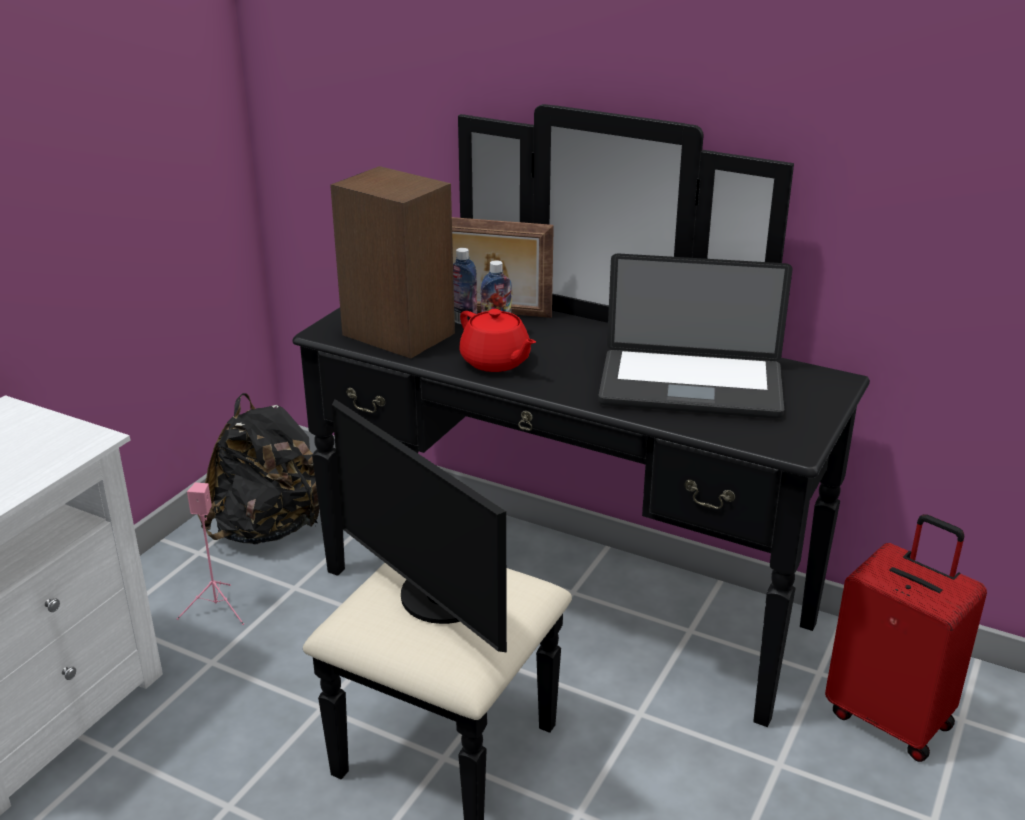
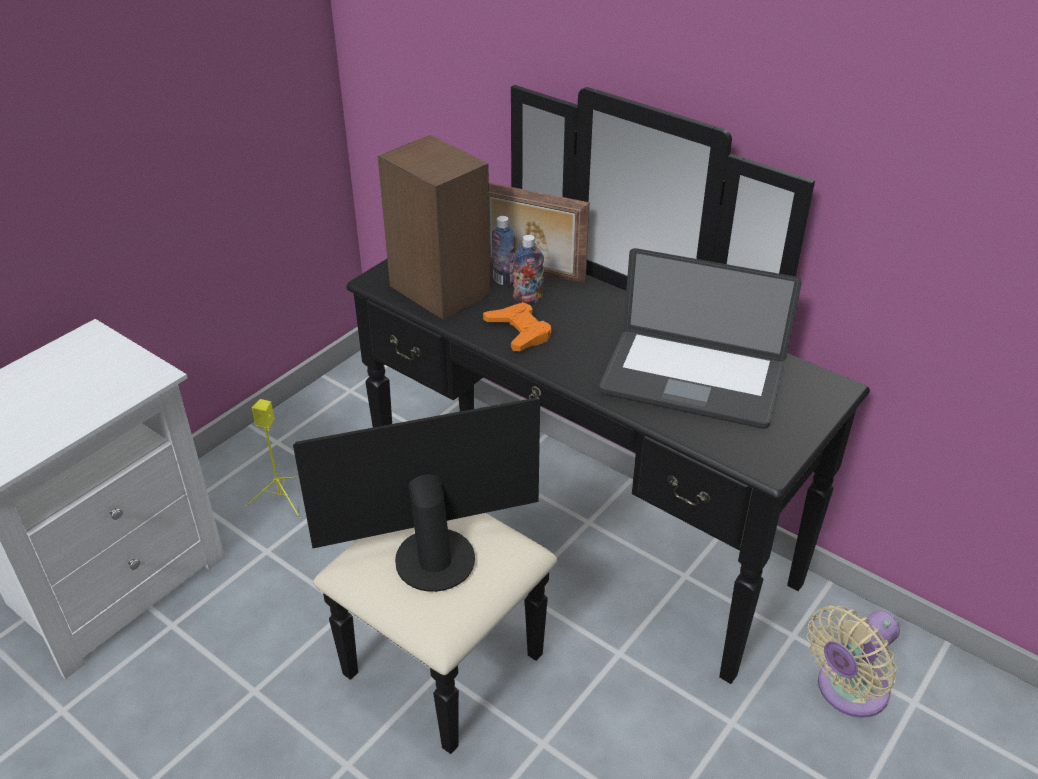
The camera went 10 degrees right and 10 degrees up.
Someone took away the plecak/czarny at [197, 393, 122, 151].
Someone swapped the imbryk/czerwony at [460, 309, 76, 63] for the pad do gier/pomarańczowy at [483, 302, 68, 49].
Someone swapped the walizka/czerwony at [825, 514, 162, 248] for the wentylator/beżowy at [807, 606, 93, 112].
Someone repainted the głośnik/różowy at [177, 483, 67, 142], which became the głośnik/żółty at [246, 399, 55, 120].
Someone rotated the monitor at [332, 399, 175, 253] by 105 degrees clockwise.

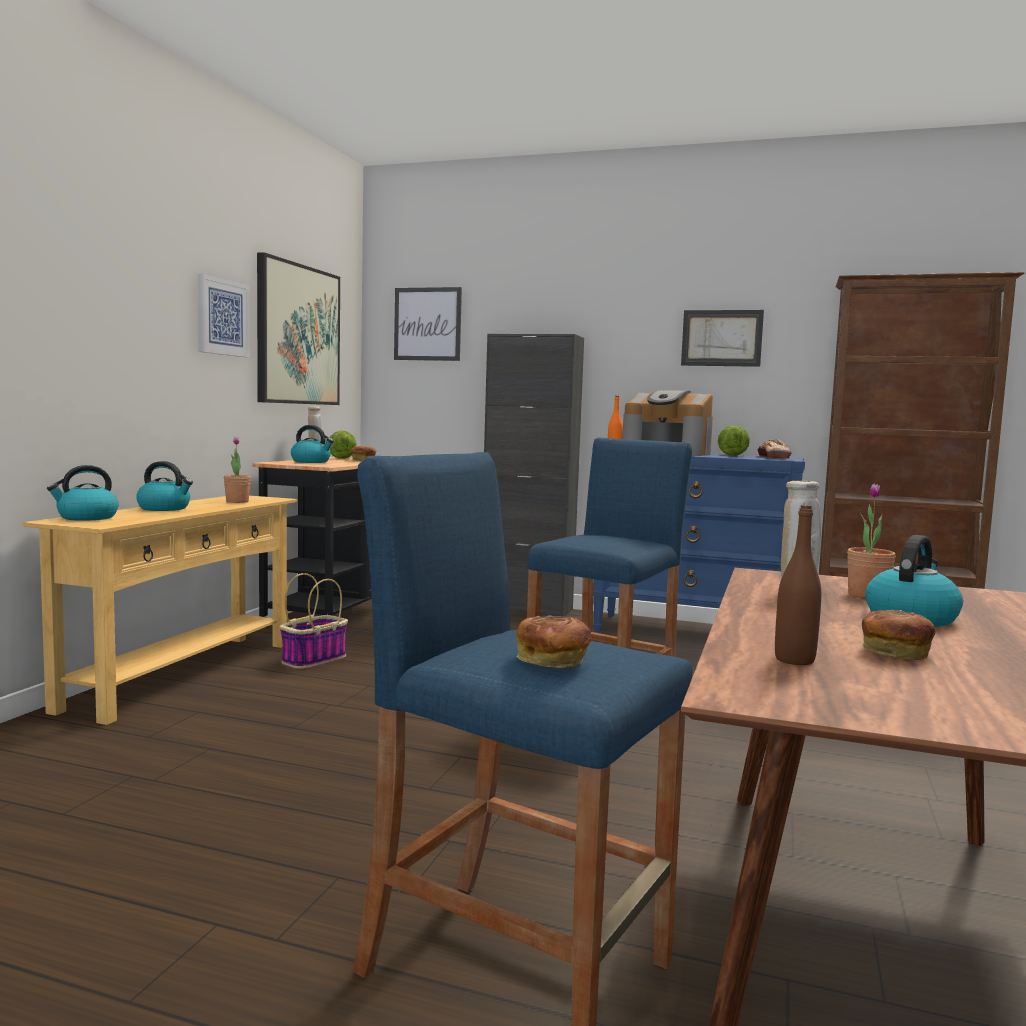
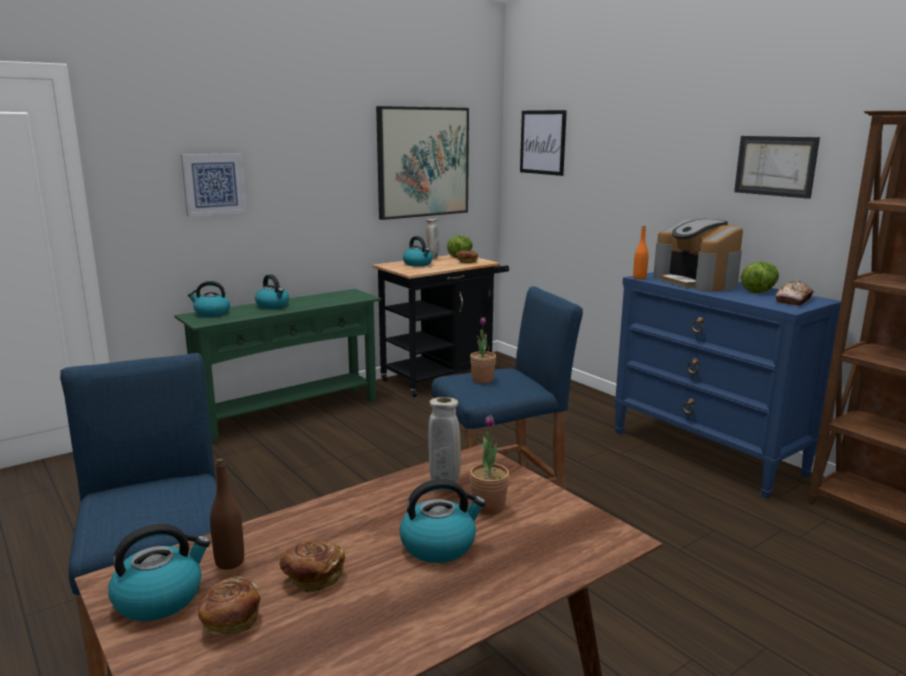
The camera went 35 degrees right and 10 degrees up.
Someone took away the koszyk at [280, 573, 68, 96].
Someone took away the szafka/czarny at [484, 334, 100, 283].
Someone put down the czajnik at [108, 523, 102, 98].
Someone carried the obraz from [198, 274, 52, 83] to [181, 153, 65, 64].
Someone carried the roślina doniczkowa from [224, 437, 27, 66] to [470, 317, 26, 66].
Someone carried the chleb from [516, 615, 76, 53] to [198, 576, 62, 59].
Someone repainted the stolik konsolowy/beżowy at [22, 496, 275, 229], which became the stolik konsolowy/zielony at [175, 289, 207, 153].

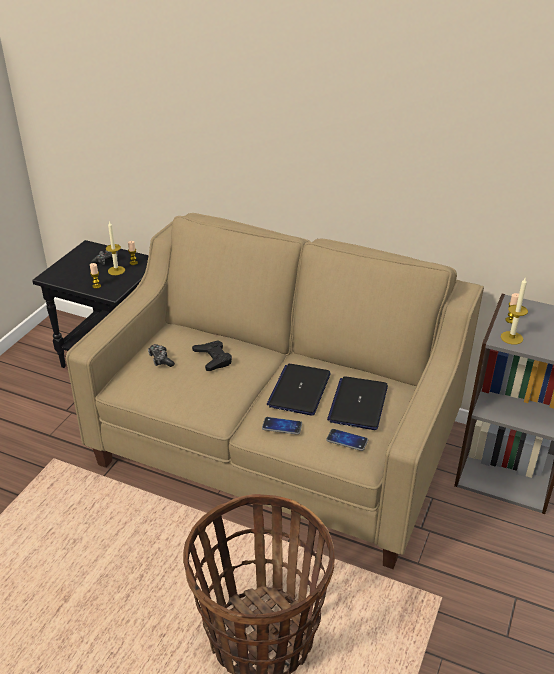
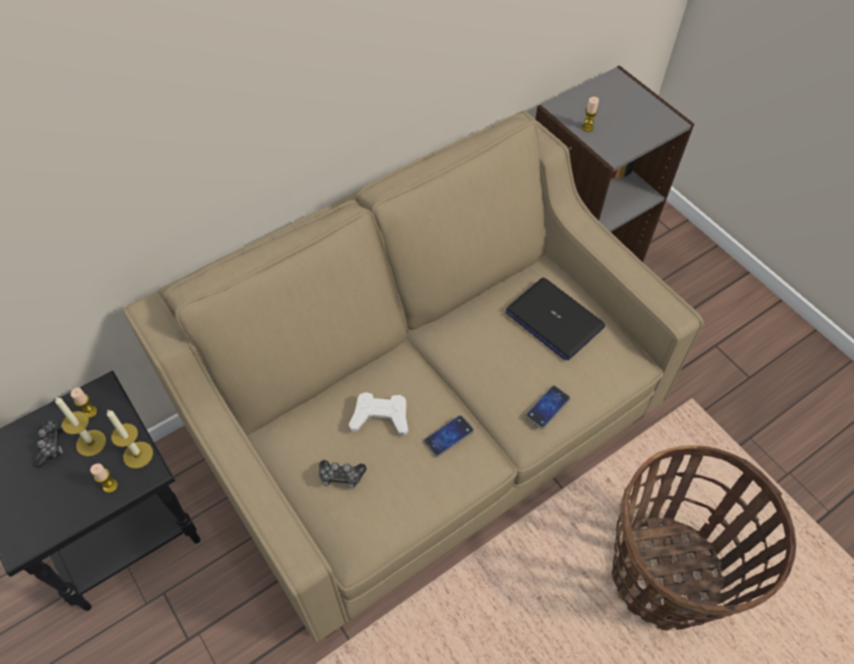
The camera went 60 degrees left and 20 degrees up.
Someone took away the laptop at [267, 364, 64, 52].
Someone carried the telefon from [326, 429, 42, 22] to [423, 415, 51, 42].
Someone carried the świeca from [501, 277, 27, 68] to [107, 409, 46, 60].
Someone repainted the pad do gier/czarny at [192, 341, 40, 30], which became the pad do gier/biały at [349, 392, 59, 44].

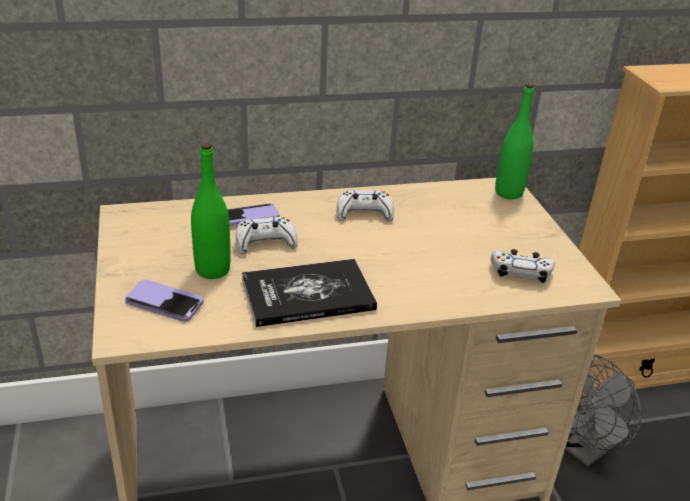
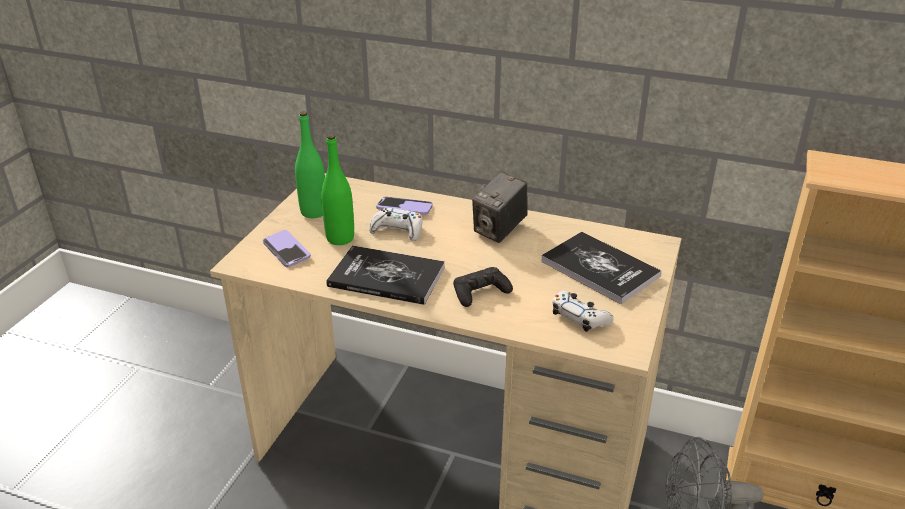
The camera went 35 degrees right and 0 degrees up.
Someone put down the pad do gier/czarny at [453, 267, 60, 40].
Someone put down the książka at [541, 232, 120, 72].
Someone carried the butelka/zielony from [495, 83, 39, 116] to [295, 111, 30, 107].
Someone swapped the pad do gier/biały at [336, 190, 58, 31] for the aparat fotograficzny at [472, 171, 56, 72].

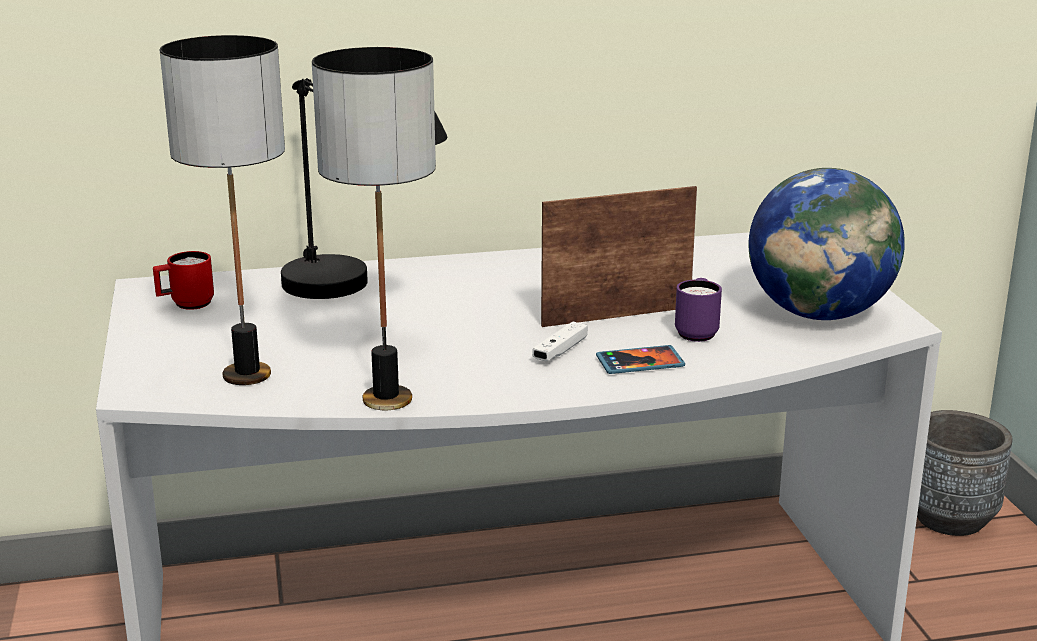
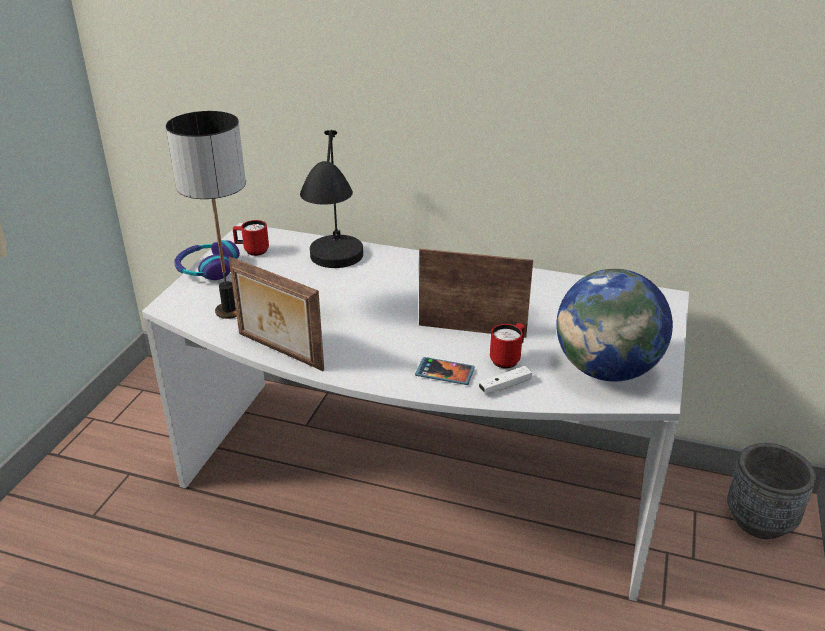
The camera went 30 degrees right and 10 degrees up.
Someone put down the słuchawki at [174, 240, 66, 40].
Someone carried the pad do gier/biały from [532, 322, 56, 39] to [479, 366, 53, 27].
Someone swapped the lampa stołowa at [312, 47, 124, 363] for the ramka na zdjęcie at [229, 256, 95, 115].
Someone repainted the kubek/fioletowy at [675, 278, 47, 64], which became the kubek/czerwony at [490, 323, 35, 45].

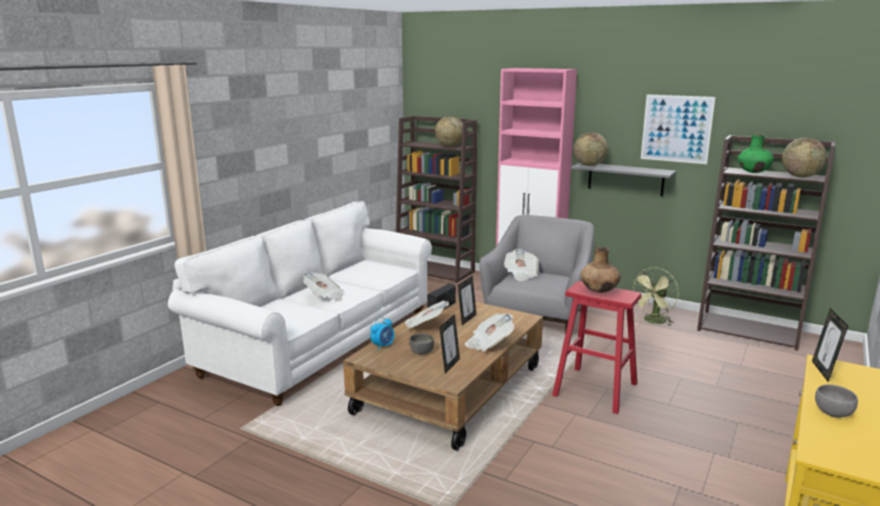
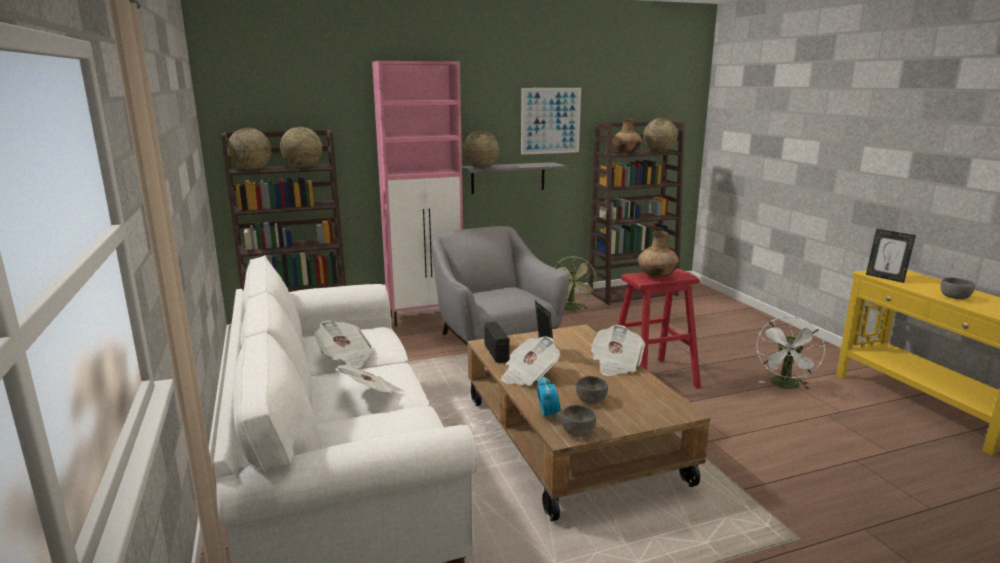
The camera went 50 degrees left and 0 degrees up.
Someone took away the ramka na zdjęcie at [439, 314, 21, 60].
Someone put down the globus at [227, 128, 45, 42].
Someone put down the miska/szary at [561, 405, 35, 32].
Someone put down the wentylator/biały at [756, 316, 69, 74].
Someone carried the gazeta from [504, 249, 35, 32] to [314, 320, 61, 48].
Someone repainted the wazon/zielony at [738, 134, 36, 39], which became the wazon/brązowy at [613, 119, 29, 34].

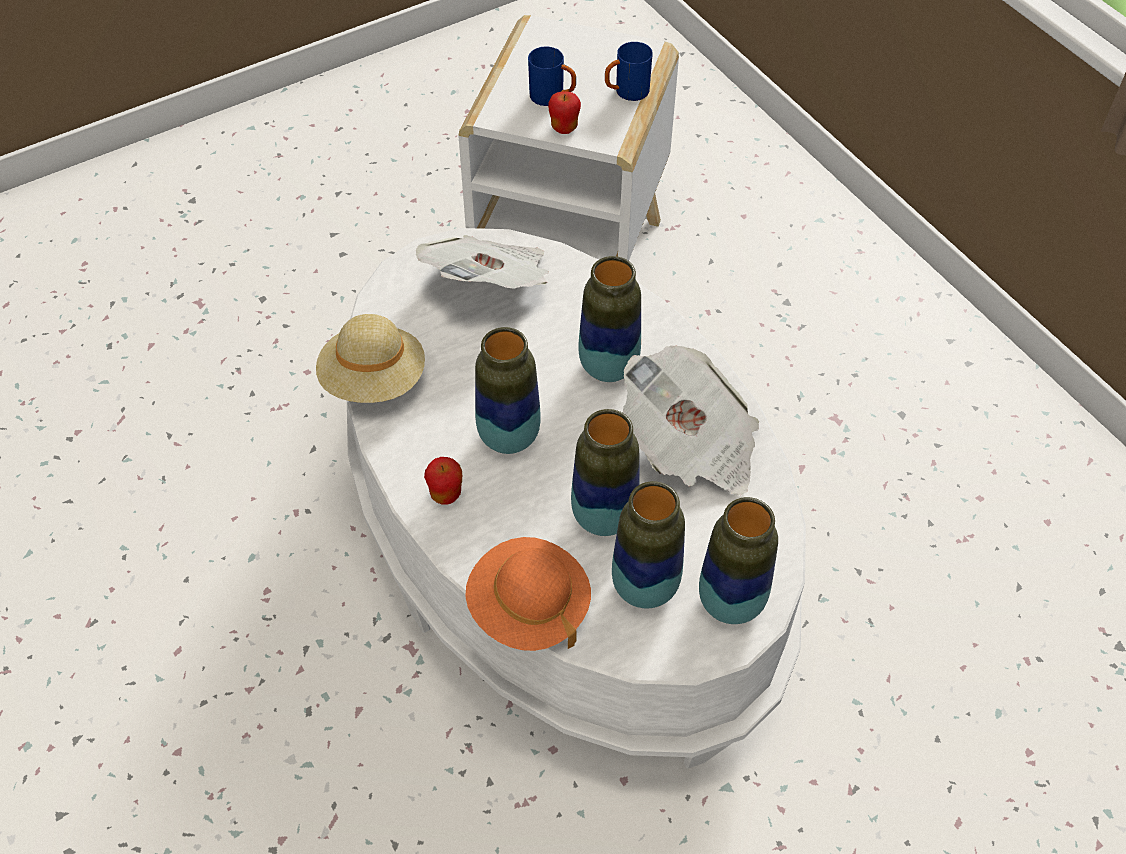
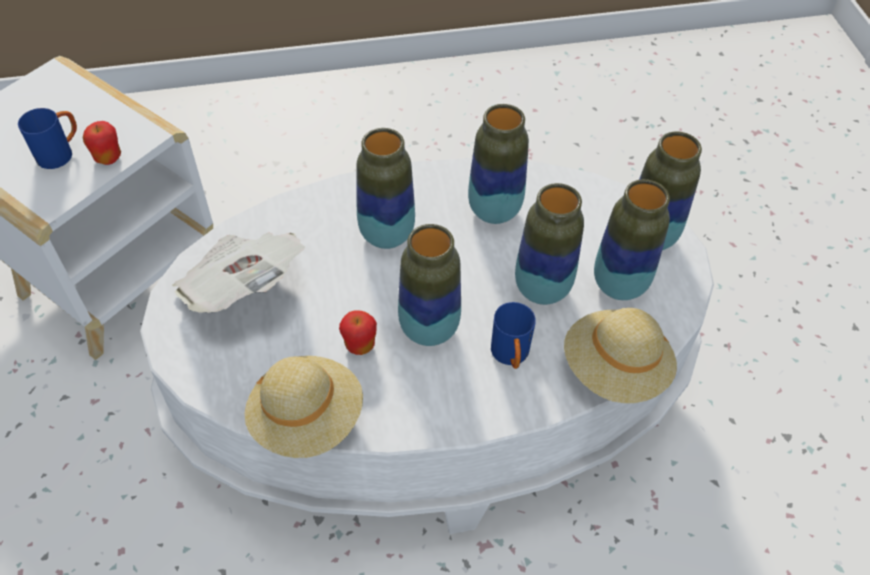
The camera went 70 degrees left and 0 degrees up.
Someone carried the jabłko from [424, 457, 38, 48] to [339, 310, 38, 45].
Someone carried the kubek/niebieski from [605, 42, 48, 59] to [491, 302, 45, 67].
Someone swapped the gazeta at [623, 346, 136, 149] for the wazon at [468, 104, 61, 120].
Someone repainted the kapelusz/pomarańczowy at [465, 537, 126, 114], which became the kapelusz/beżowy at [564, 308, 113, 95].

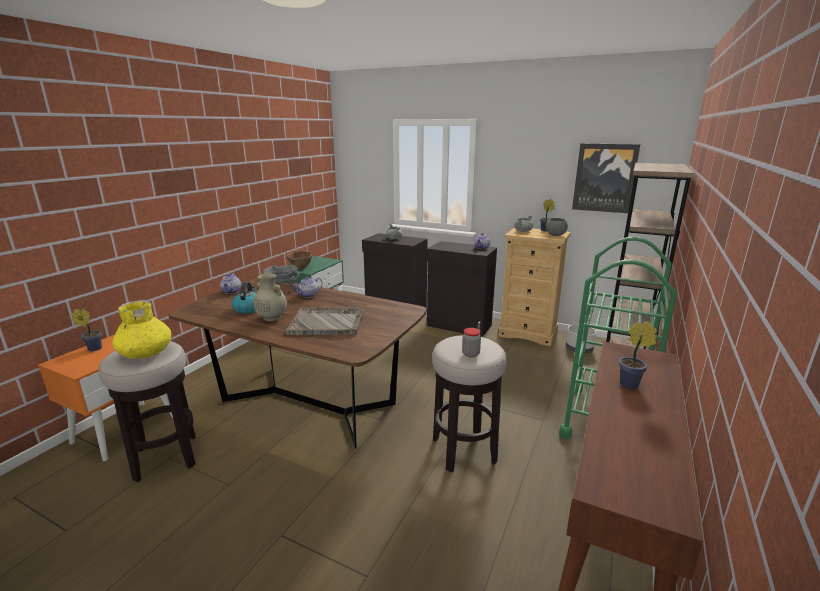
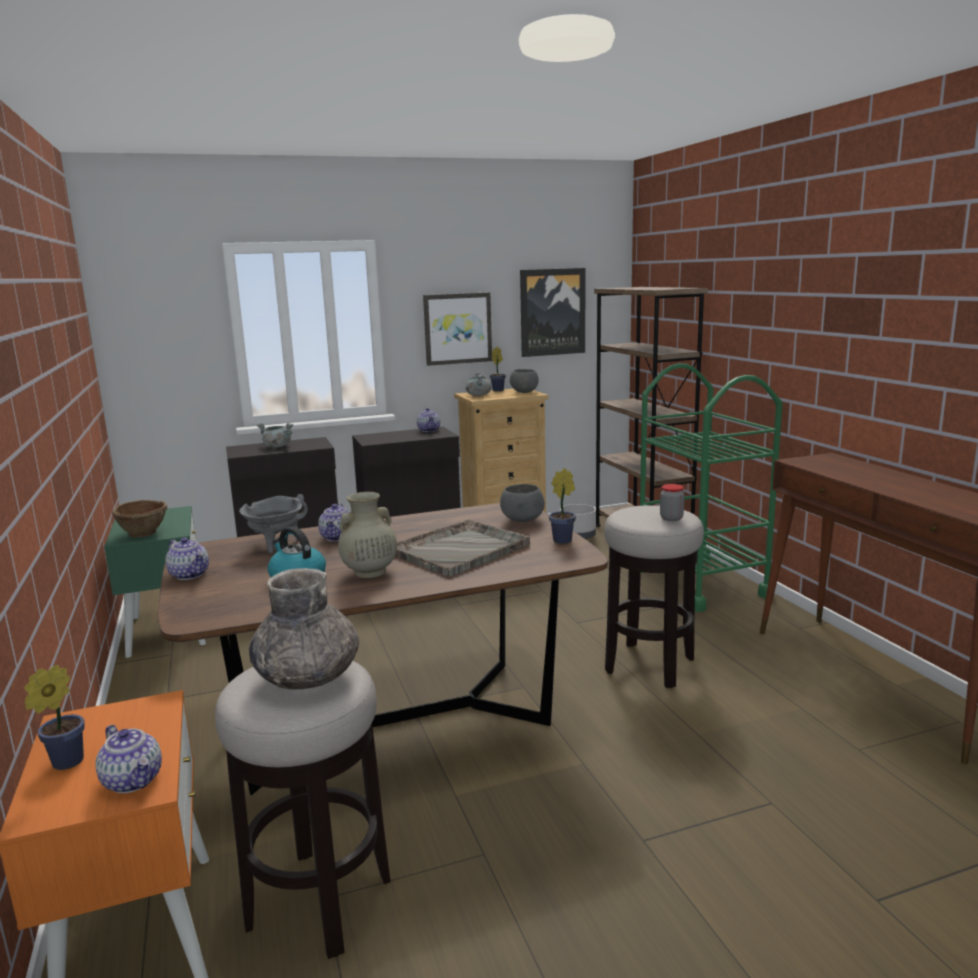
The camera went 45 degrees left and 5 degrees down.
Someone put down the imbryk at [95, 725, 67, 68].
Someone put up the obraz at [423, 292, 69, 74].
Someone put down the miska/szary at [500, 484, 45, 38].
Someone carried the roślina doniczkowa from [619, 321, 38, 68] to [549, 468, 27, 76].
Someone repainted the wazon/żółty at [112, 300, 59, 59], which became the wazon/szary at [249, 568, 110, 121].

